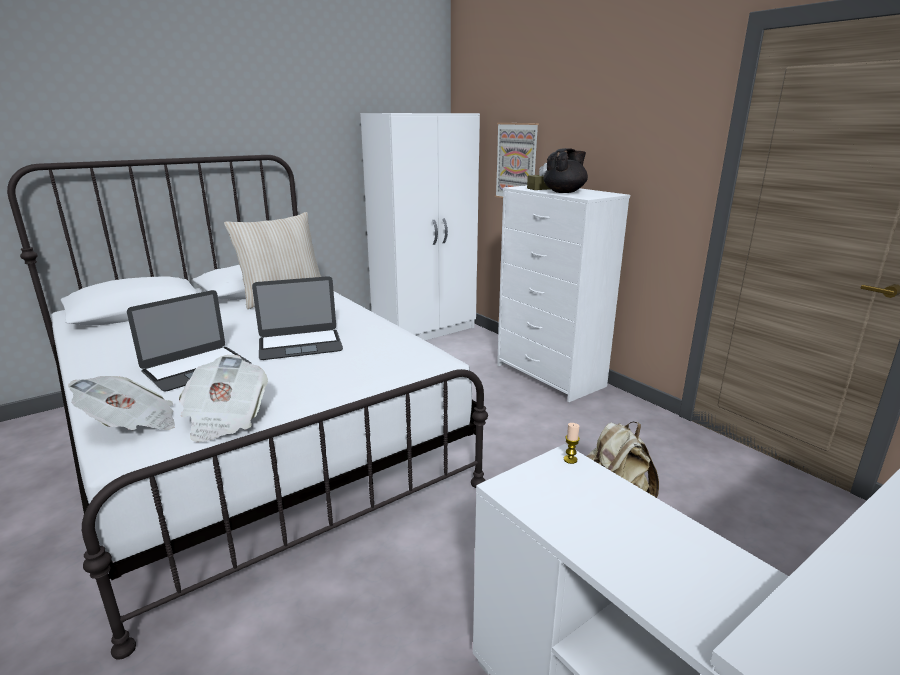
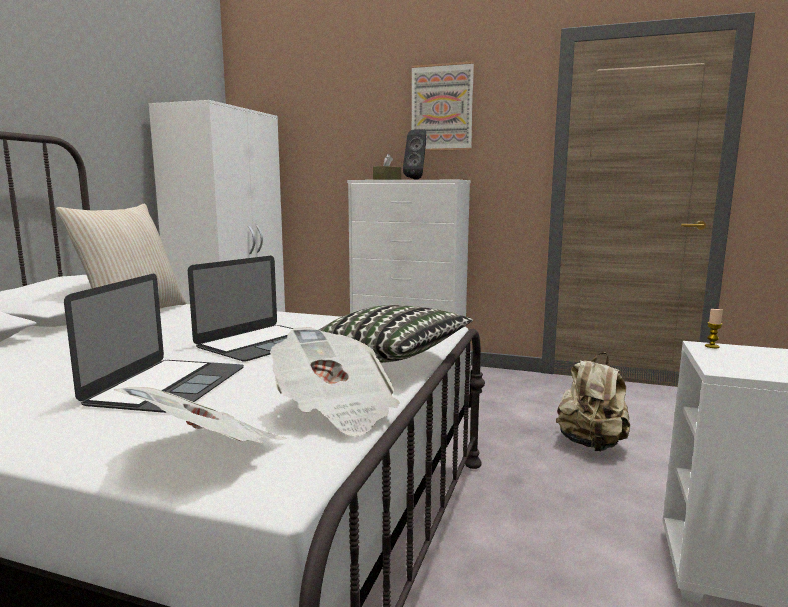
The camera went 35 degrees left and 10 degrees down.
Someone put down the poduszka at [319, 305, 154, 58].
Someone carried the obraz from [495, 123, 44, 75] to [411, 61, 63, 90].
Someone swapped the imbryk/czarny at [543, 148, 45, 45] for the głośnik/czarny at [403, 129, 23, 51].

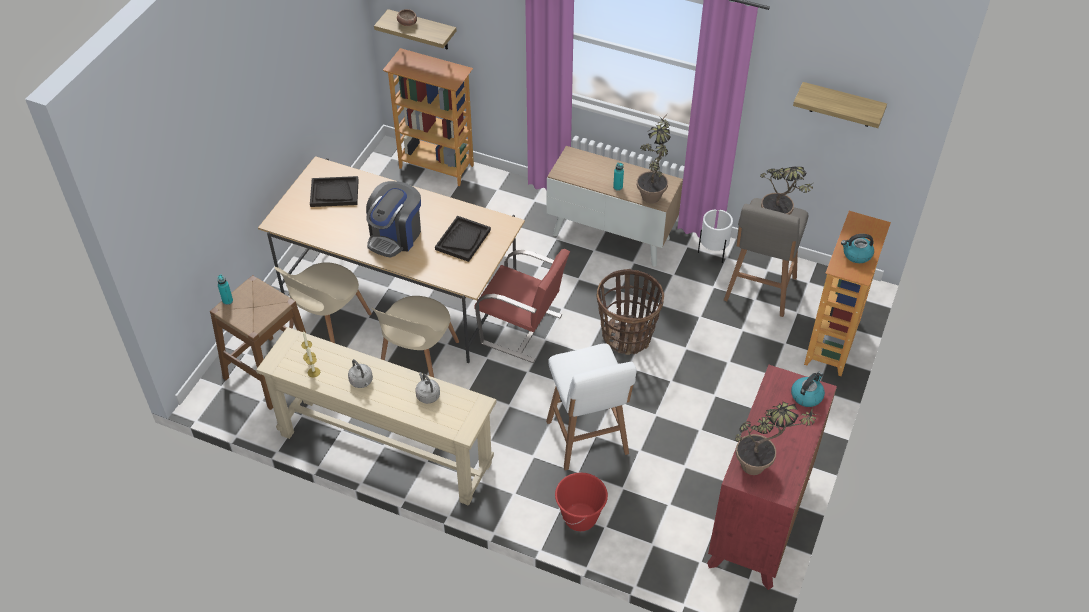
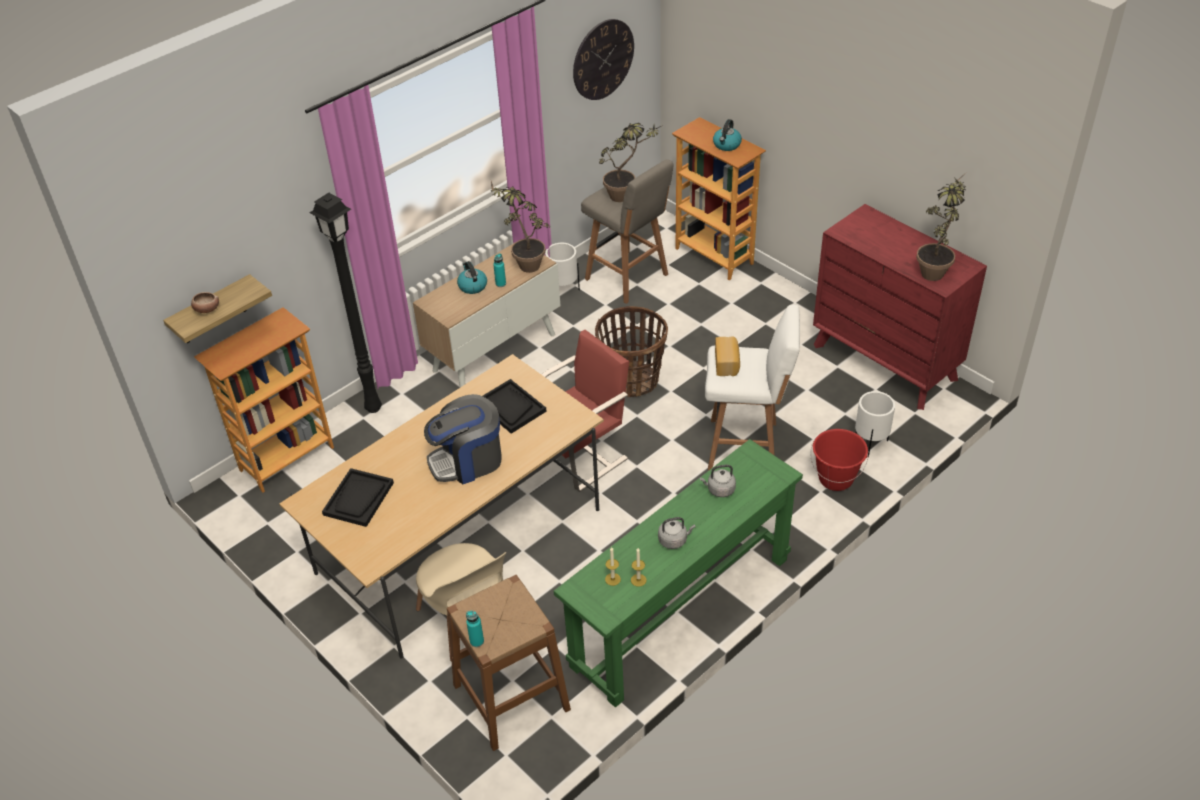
The camera went 65 degrees left and 5 degrees down.
Someone took away the krzesło/beżowy at [371, 296, 88, 81].
Someone put down the lampa stojąca/czarny at [310, 193, 72, 220].
Someone put down the chleb at [715, 336, 25, 40].
Someone put down the donica/biały at [855, 391, 40, 67].
Someone carried the czajnik from [791, 372, 34, 35] to [457, 261, 30, 33].
Someone swapped the półka at [793, 82, 94, 46] for the zegar ścienny at [573, 19, 61, 81].
Someone repainted the stolik konsolowy/beżowy at [256, 327, 240, 179], which became the stolik konsolowy/zielony at [553, 439, 250, 269].
Someone rotated the ekspres do kawy at [366, 181, 55, 77] by 105 degrees clockwise.

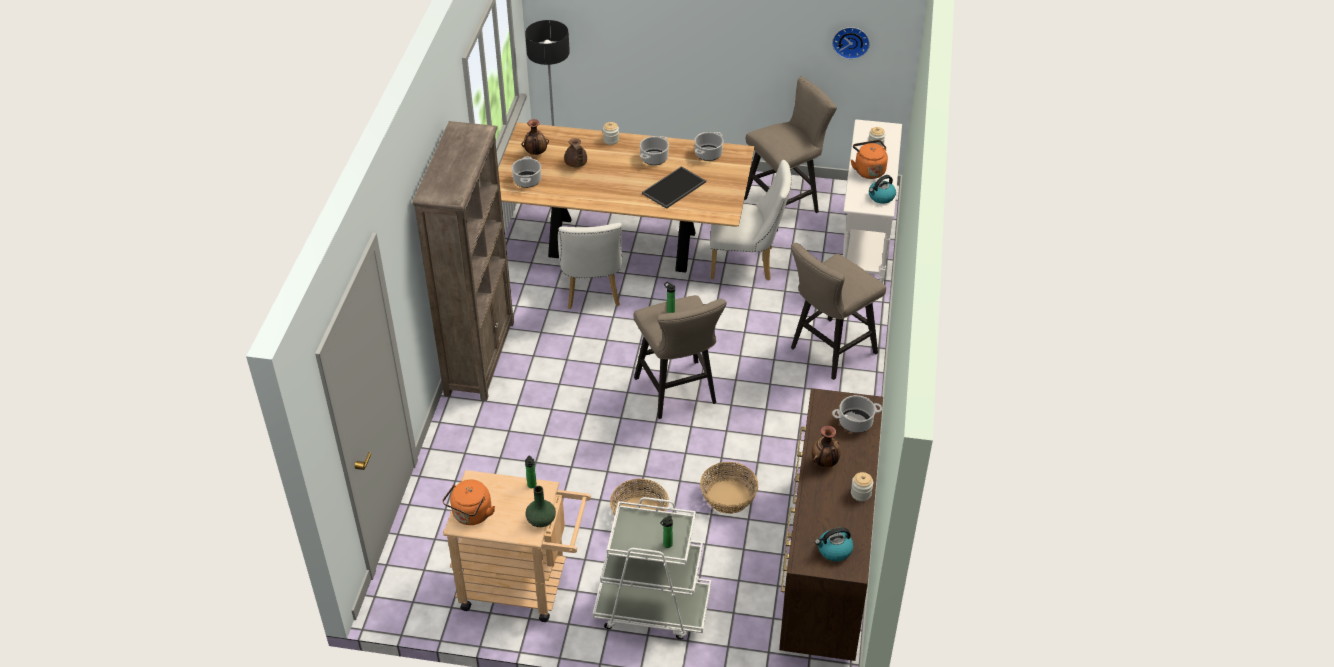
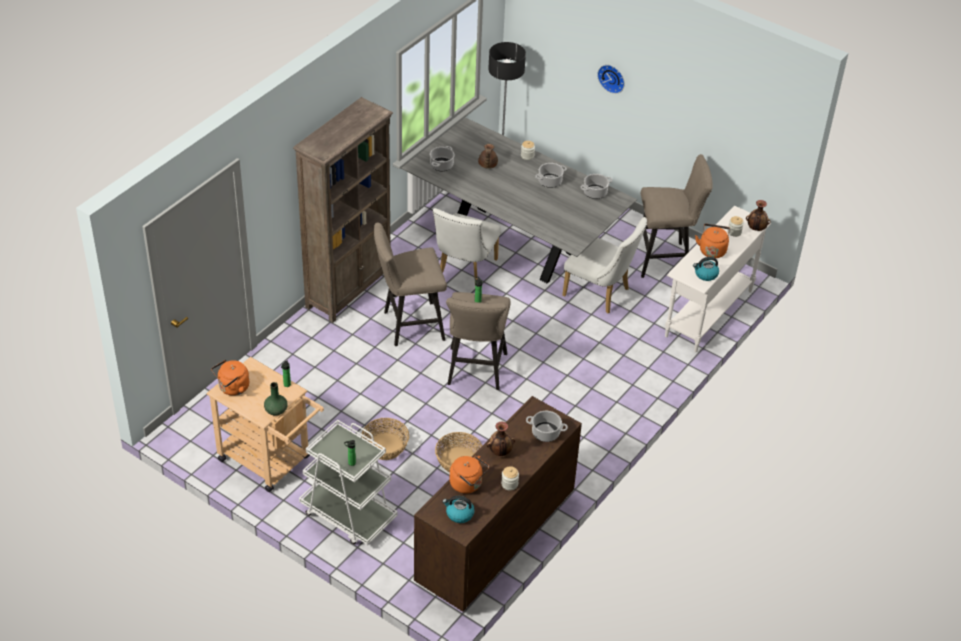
The camera went 25 degrees right and 0 degrees up.
Someone took away the taca at [642, 166, 64, 43].
Someone put down the czajnik/pomarańczowy at [450, 456, 39, 38].
Someone carried the wazon from [521, 119, 28, 36] to [746, 200, 25, 31].
Someone carried the stołek/beżowy from [791, 243, 95, 137] to [374, 223, 73, 123].
Someone carried the zegar ścienny from [832, 27, 38, 32] to [597, 65, 28, 29].
Someone repainted the stół jadalny/brązowy at [498, 122, 257, 150], which became the stół jadalny/szary at [401, 117, 236, 166].

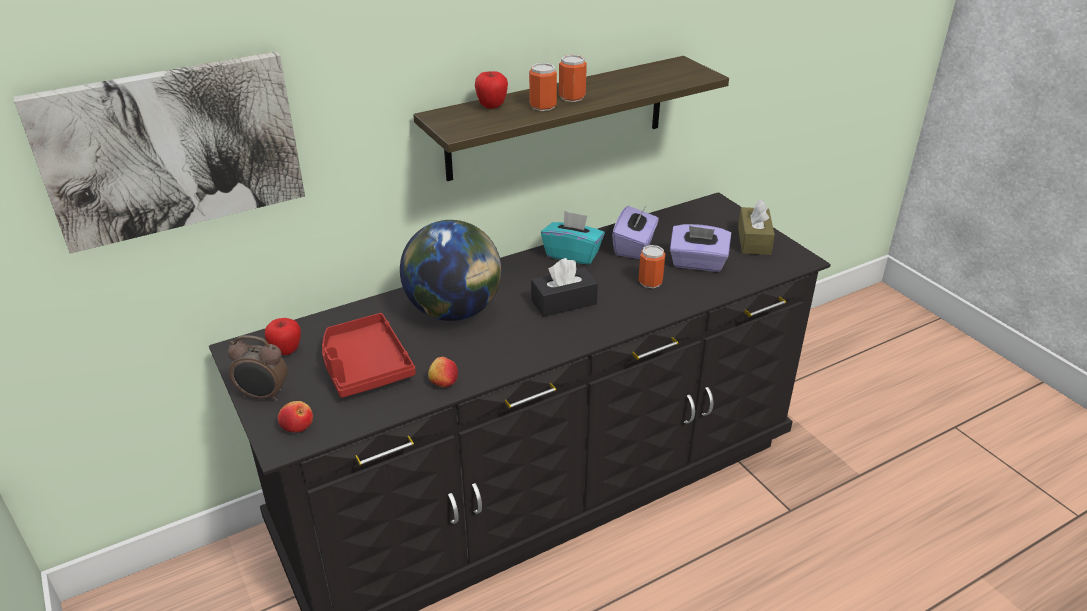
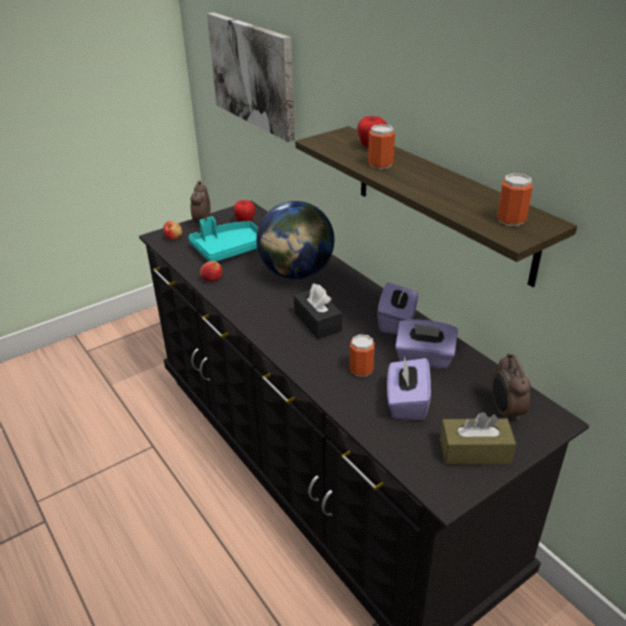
The camera went 85 degrees right and 0 degrees up.
Someone put down the budzik at [492, 353, 39, 66].
Someone carried the puszka from [559, 55, 28, 47] to [497, 173, 36, 53].
Someone repainted the taca/czerwony at [322, 313, 94, 85], which became the taca/turkusowy at [189, 216, 69, 45].
Someone repainted the pudełko chusteczek/turkusowy at [541, 211, 64, 54], which became the pudełko chusteczek/fioletowy at [378, 282, 40, 52].

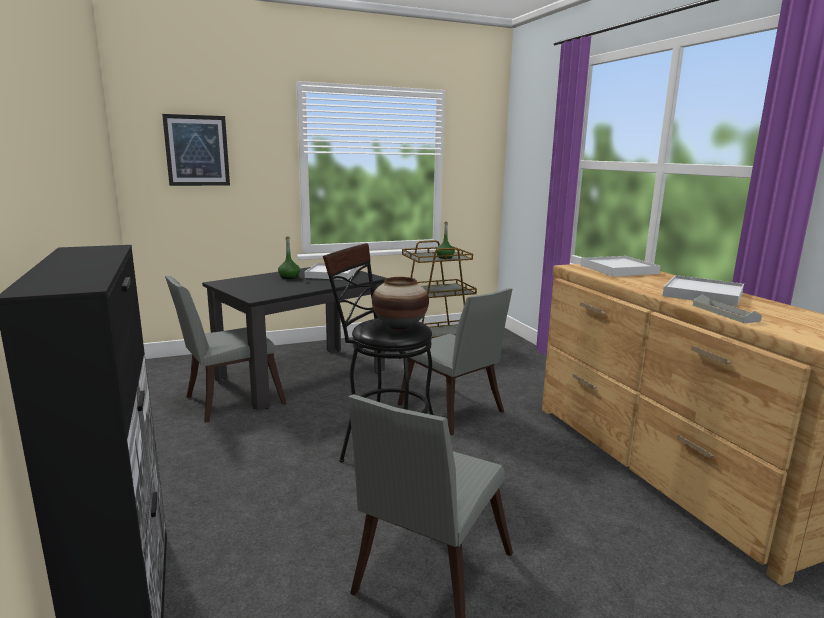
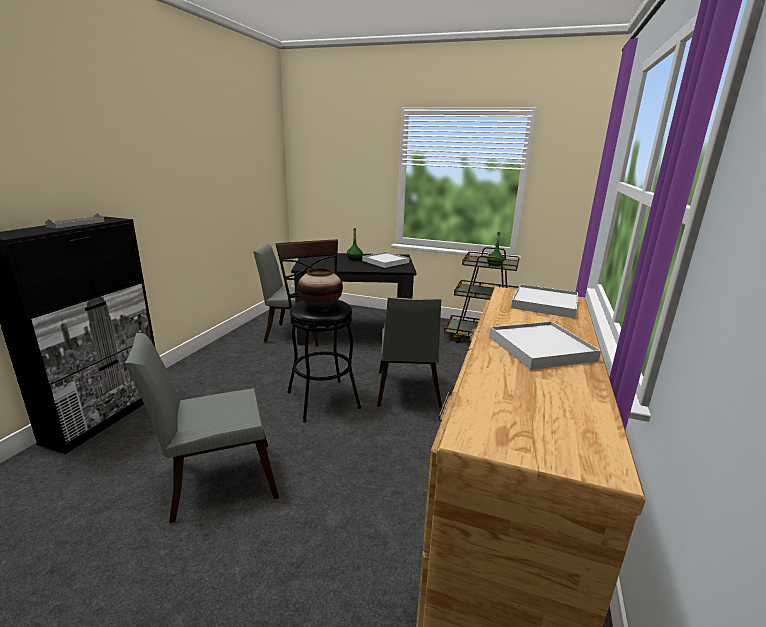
The camera went 40 degrees right and 5 degrees up.
Someone took away the obraz at [162, 114, 68, 72].
Someone carried the taca/szary from [693, 295, 69, 28] to [45, 213, 60, 16].

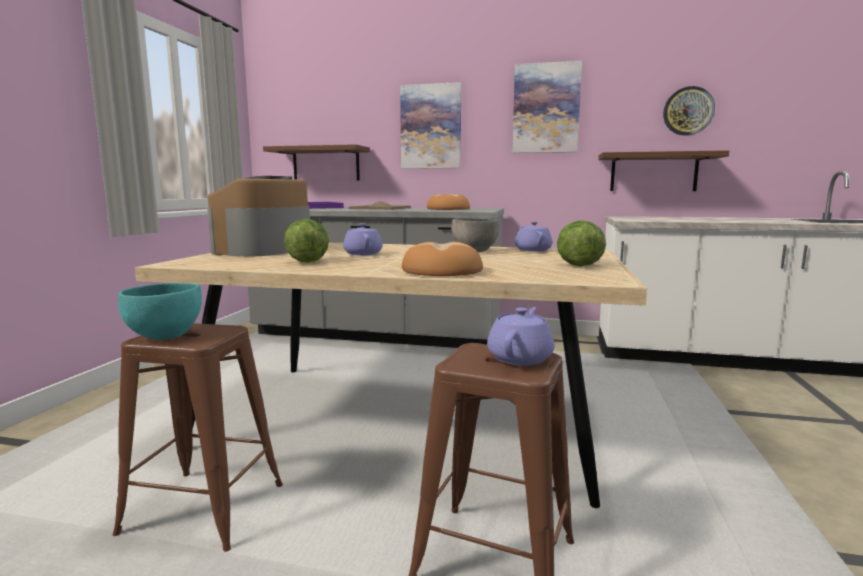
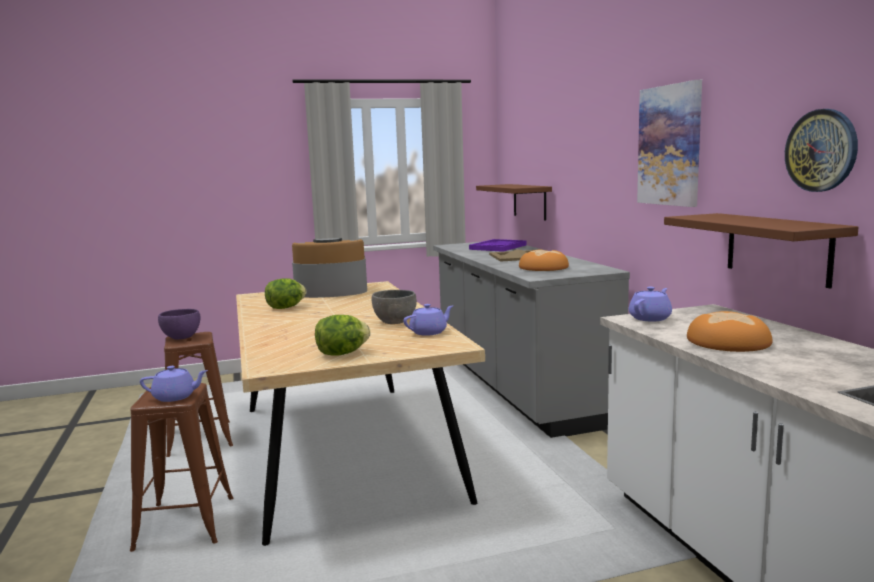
The camera went 60 degrees right and 0 degrees up.
Someone took away the obraz at [400, 82, 61, 87].
Someone carried the imbryk/fioletowy from [343, 223, 40, 32] to [629, 287, 43, 35].
Someone carried the chleb from [402, 242, 81, 34] to [687, 311, 86, 41].
Someone repainted the miska/turkusowy at [118, 283, 84, 57], which became the miska/fioletowy at [158, 309, 42, 30].

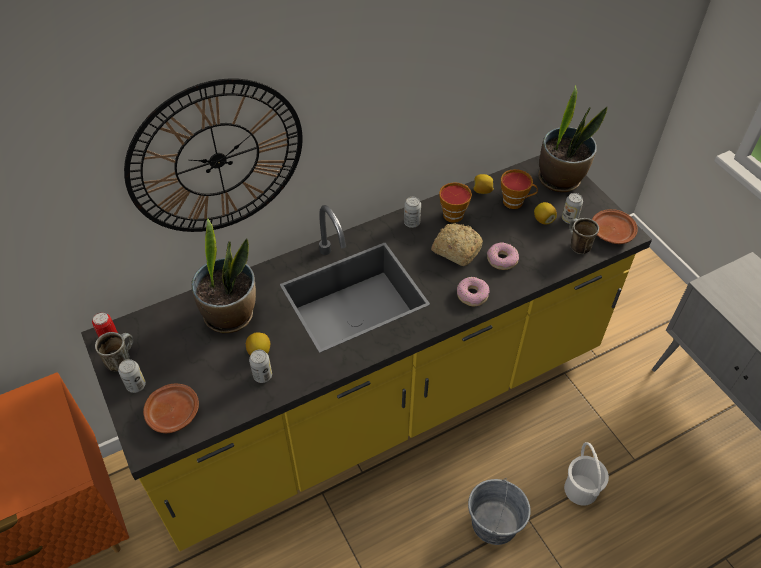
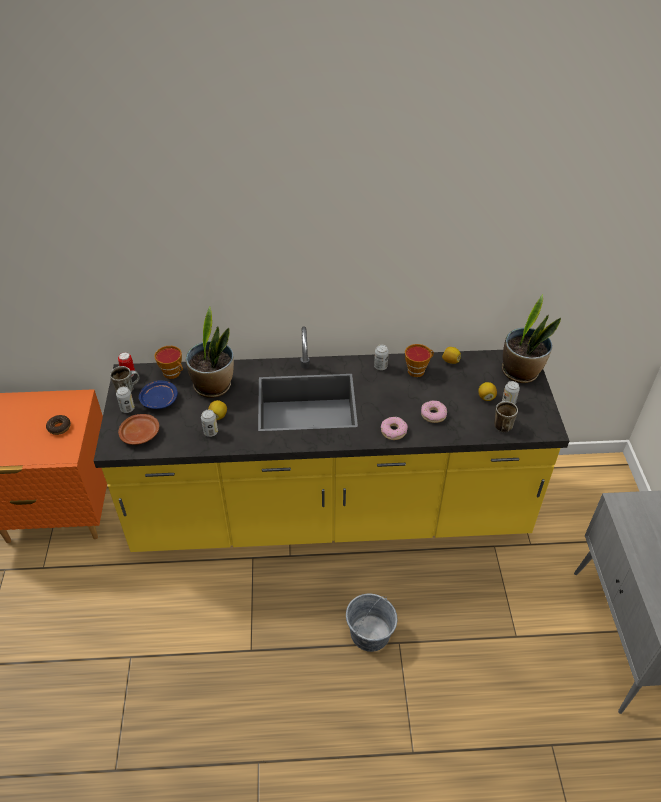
The camera went 25 degrees right and 5 degrees down.
Someone took away the zegar ścienny at [124, 79, 179, 153].
Someone took away the chleb at [431, 223, 52, 43].
Someone took away the wiadro/biały at [564, 442, 45, 64].
Someone took away the talerz/brązowy at [592, 209, 46, 35].
Someone put down the donut at [46, 415, 25, 20].
Someone put down the talerz/niebieski at [139, 381, 39, 28].
Someone carried the filiżanka from [501, 169, 37, 40] to [154, 346, 29, 33].

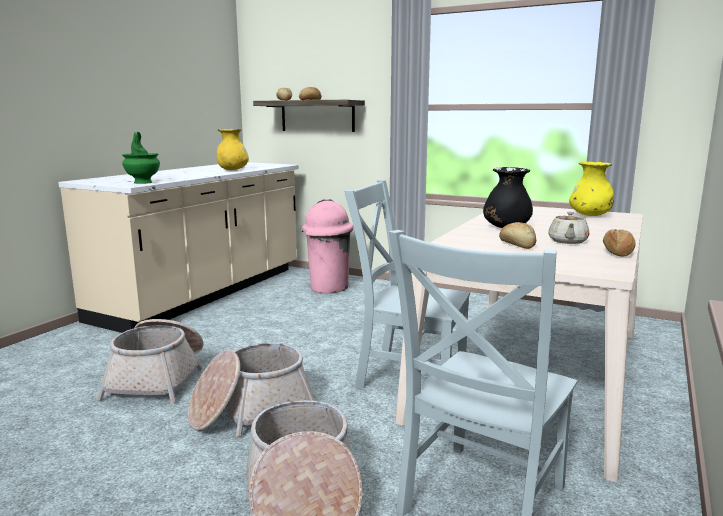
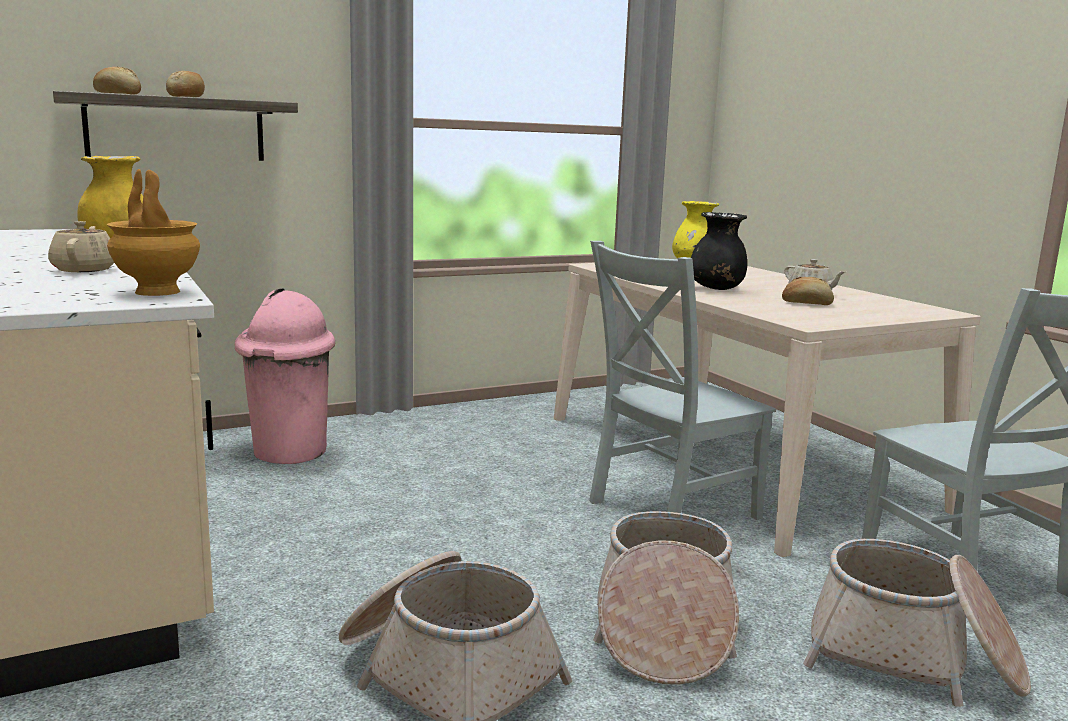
The camera went 55 degrees left and 0 degrees up.
Someone took away the chleb at [603, 229, 33, 28].
Someone put down the imbryk/beżowy at [48, 221, 66, 51].
Someone repainted the wazon/zielony at [122, 132, 38, 52], which became the wazon/brązowy at [107, 169, 93, 127].

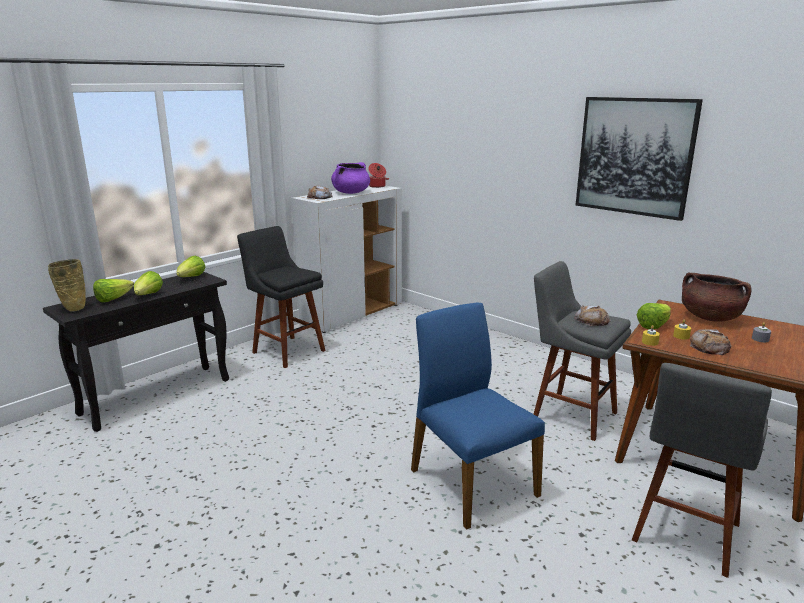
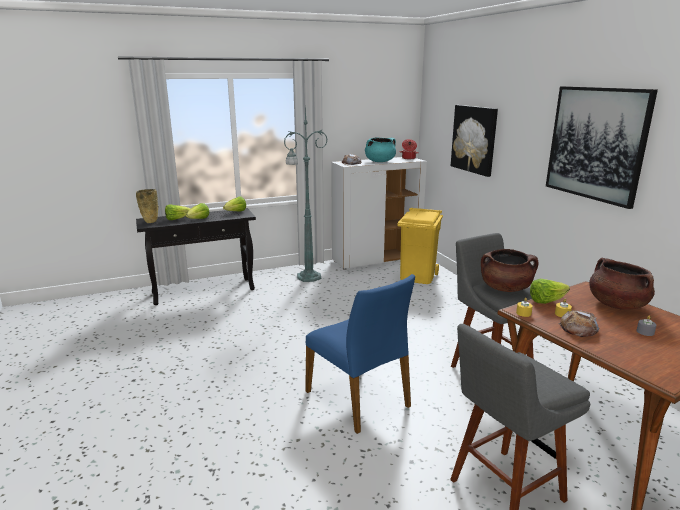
The camera went 25 degrees right and 0 degrees up.
Someone put down the kosz na śmieci/żółty at [397, 208, 46, 76].
Someone put up the obraz at [451, 105, 47, 72].
Someone swapped the stołek/czarny at [237, 226, 88, 142] for the lampa stojąca/zielony at [284, 107, 44, 175].
Someone swapped the chleb at [574, 305, 37, 21] for the garnek/brązowy at [481, 249, 58, 43].
Someone repainted the garnek/fioletowy at [331, 162, 39, 32], which became the garnek/turkusowy at [365, 137, 31, 25].
Someone rotated the krzesło/niebieski at [411, 303, 134, 227] by 150 degrees clockwise.

